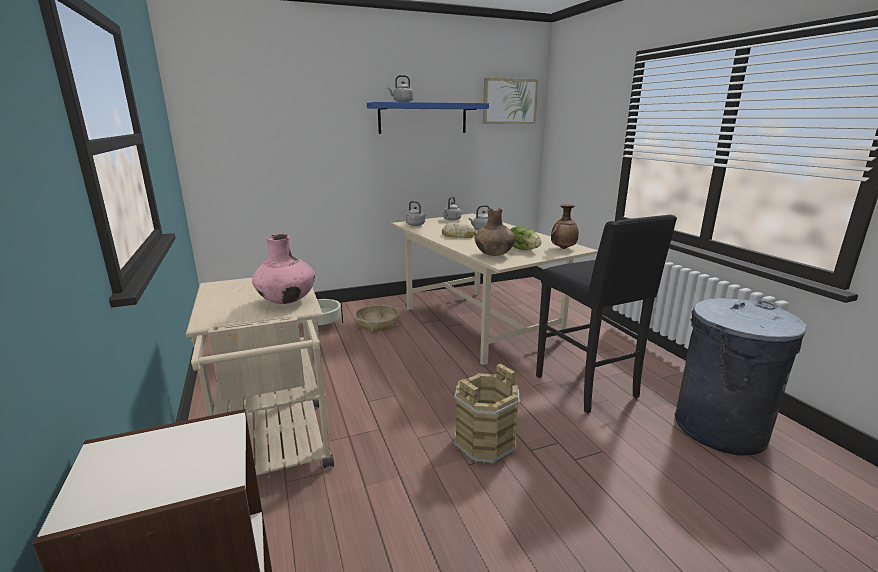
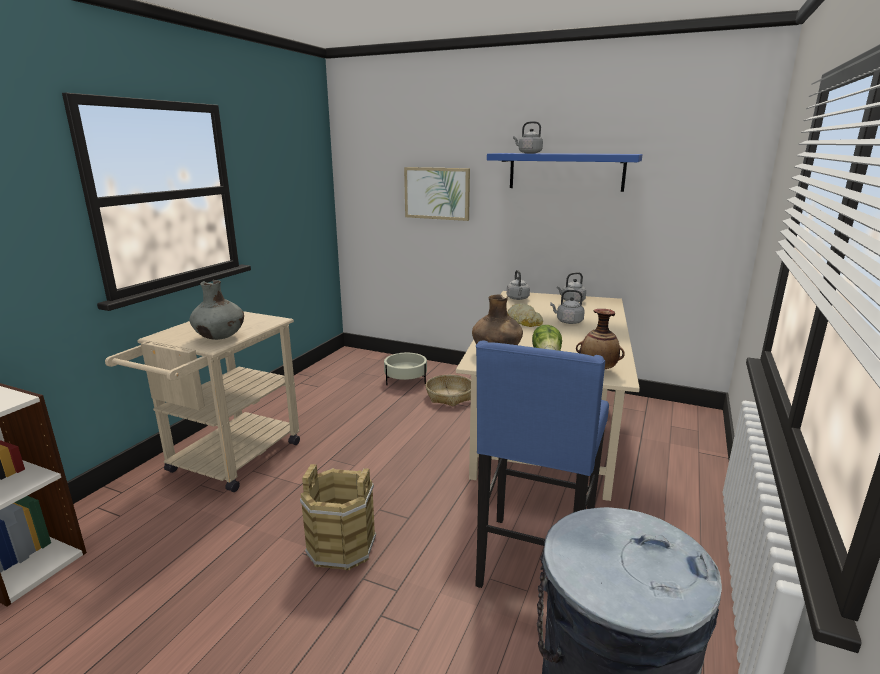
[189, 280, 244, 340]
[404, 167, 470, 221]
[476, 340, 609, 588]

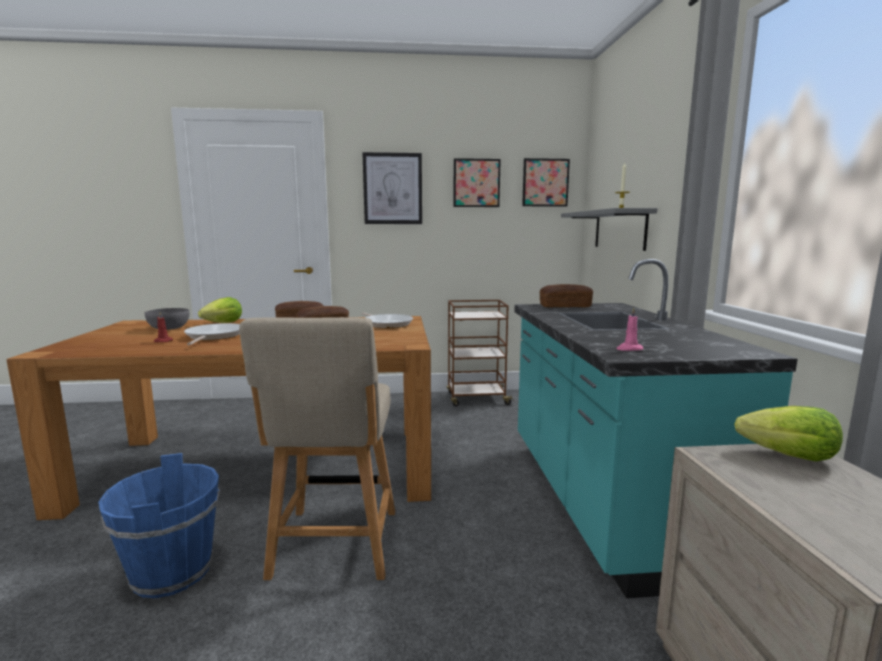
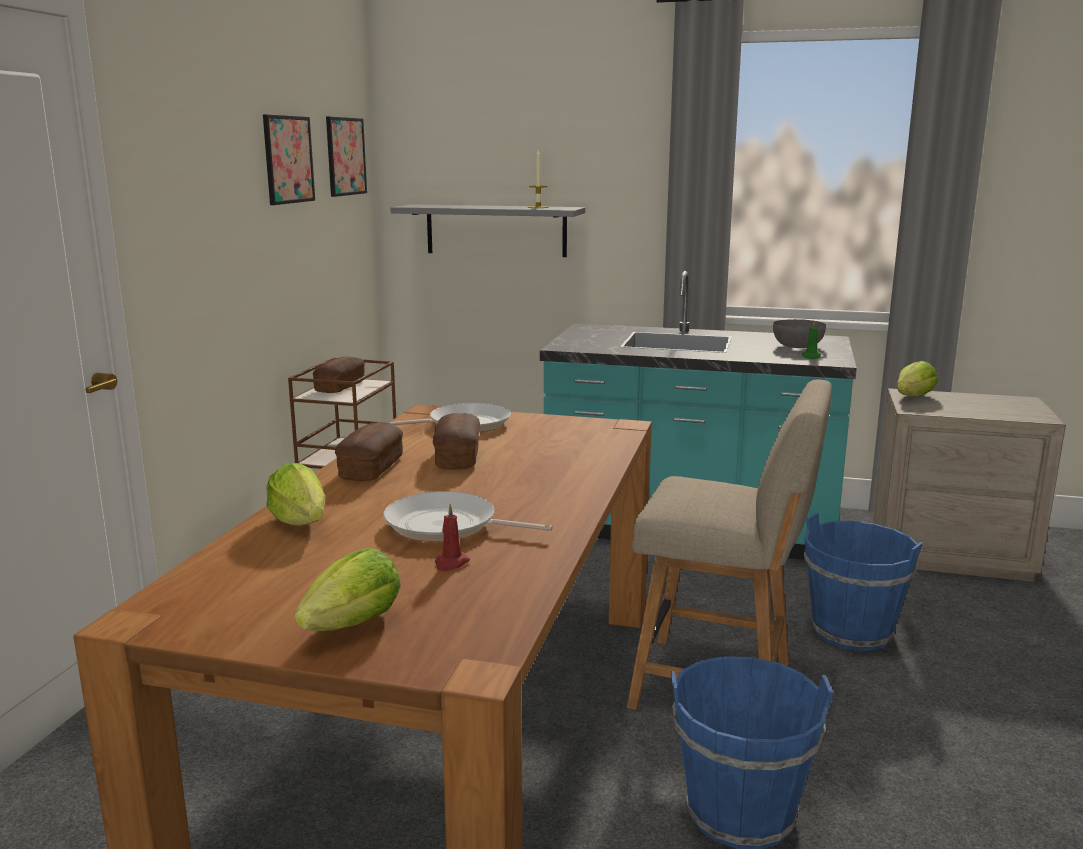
[295, 548, 401, 631]
[313, 357, 365, 393]
[773, 319, 826, 348]
[802, 320, 821, 359]
[804, 513, 923, 651]
[362, 152, 422, 224] (first image)

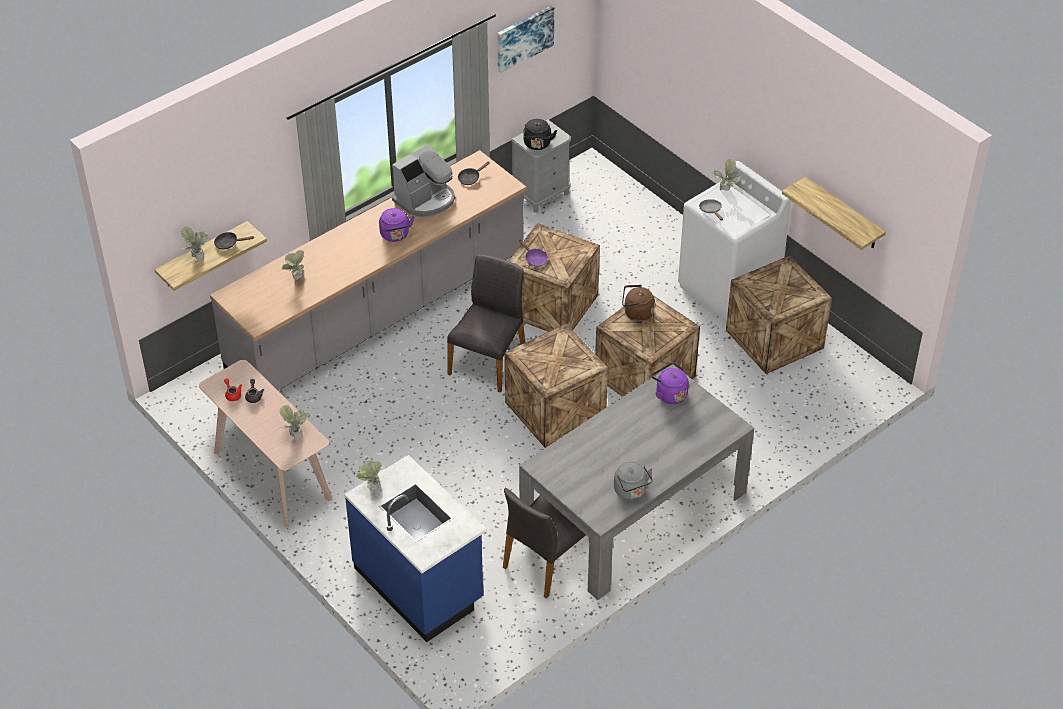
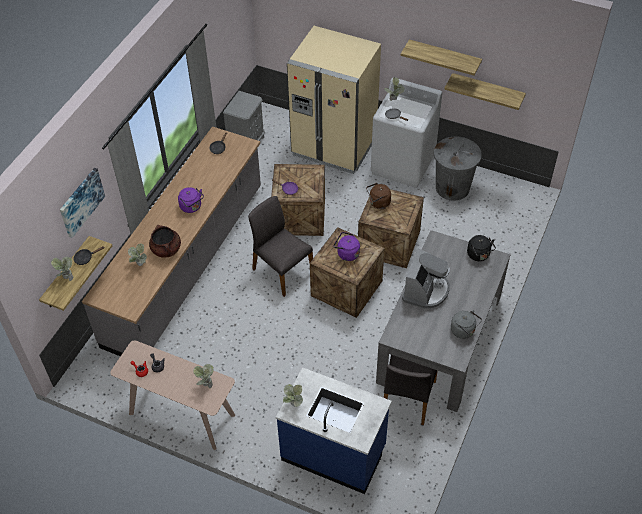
[60, 168, 105, 238]
[149, 225, 181, 258]
[248, 196, 313, 297]
[287, 26, 381, 174]
[334, 232, 360, 261]
[401, 39, 482, 75]
[402, 248, 450, 309]
[434, 136, 482, 201]
[467, 235, 496, 261]

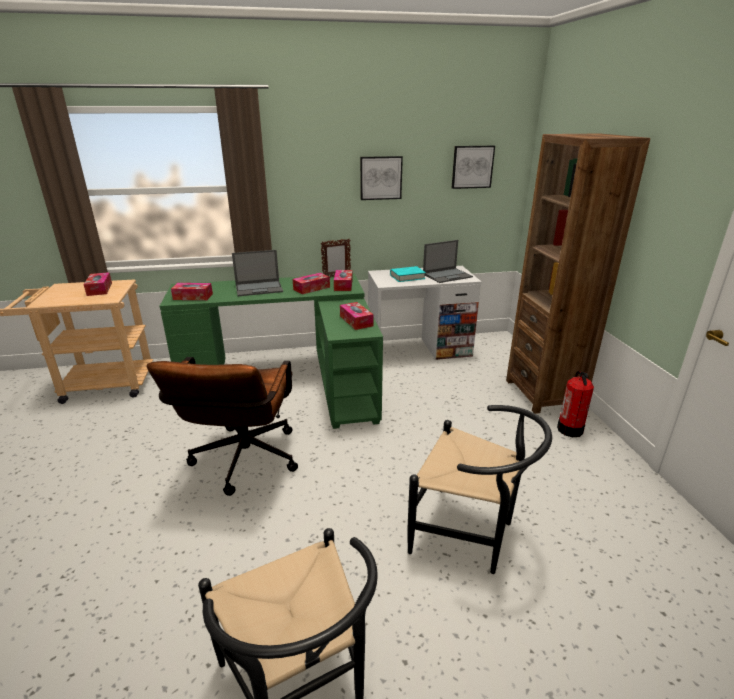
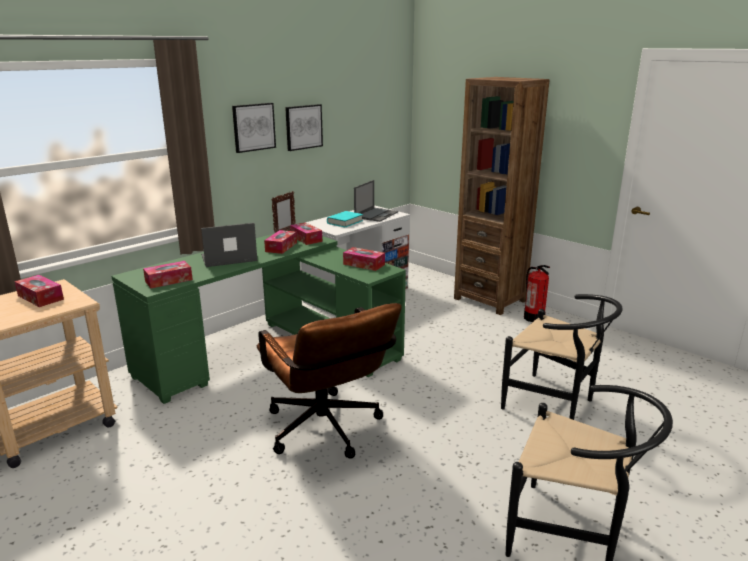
[201, 223, 257, 267]
[232, 103, 276, 153]
[501, 294, 623, 420]

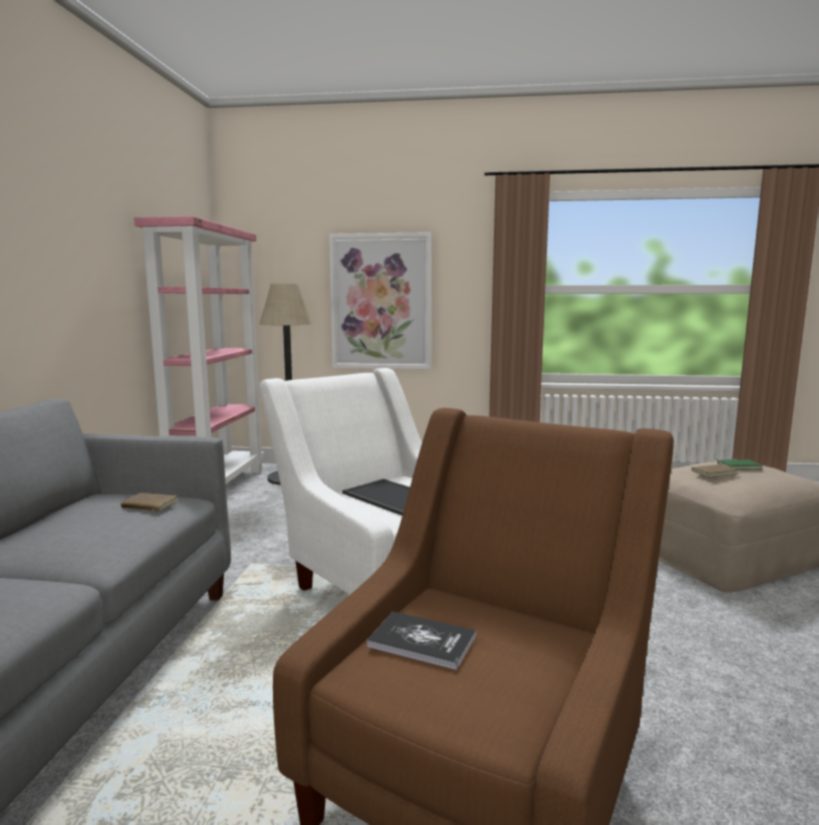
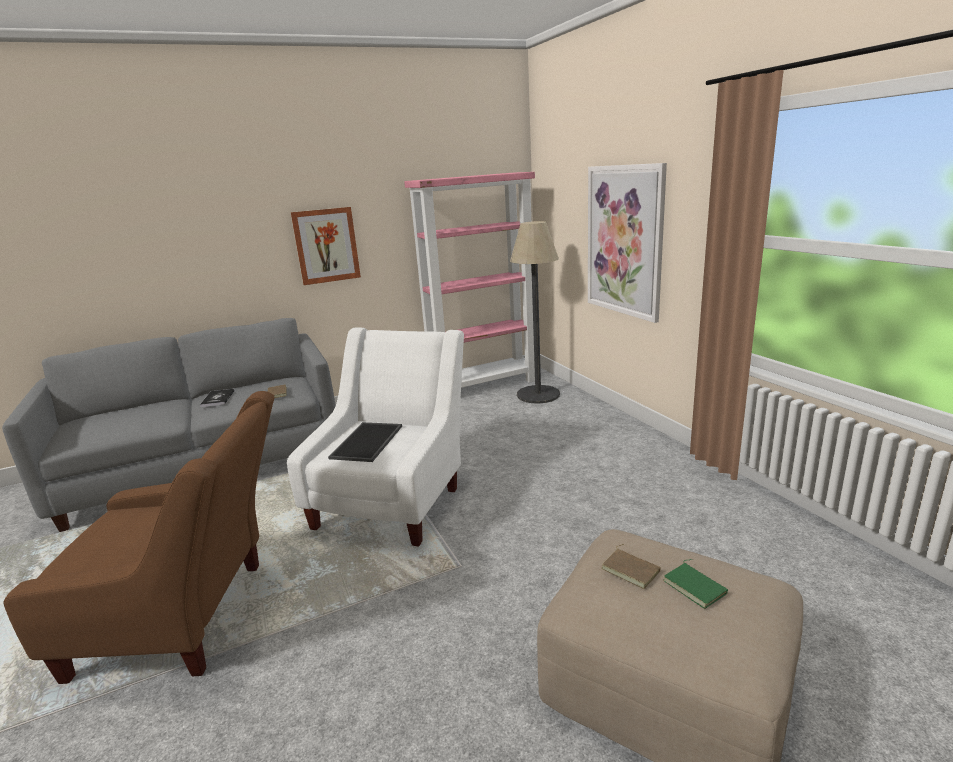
[200, 389, 235, 407]
[291, 207, 361, 285]

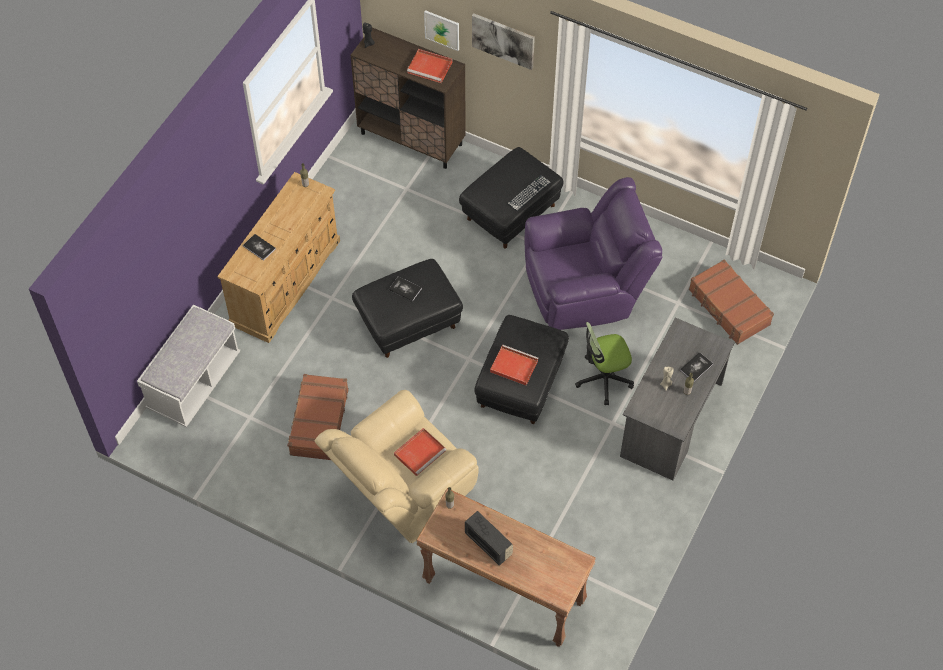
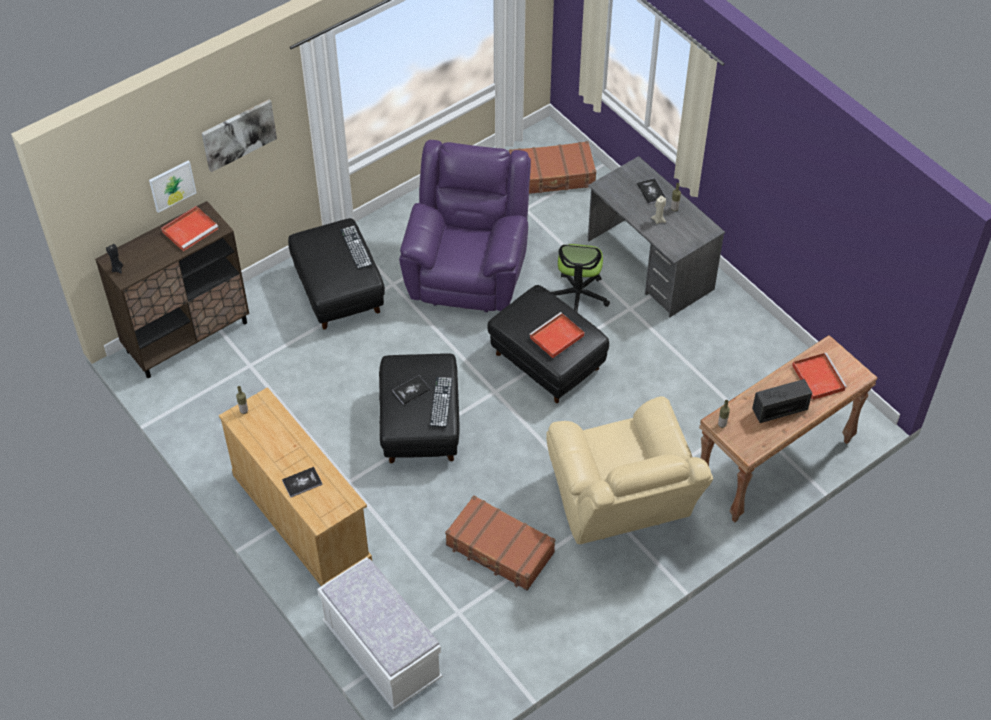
[430, 377, 452, 427]
[792, 353, 847, 400]

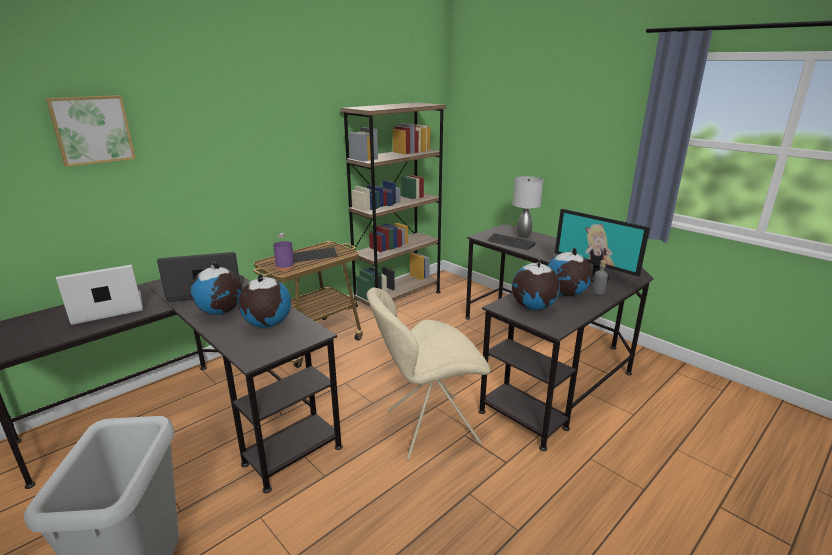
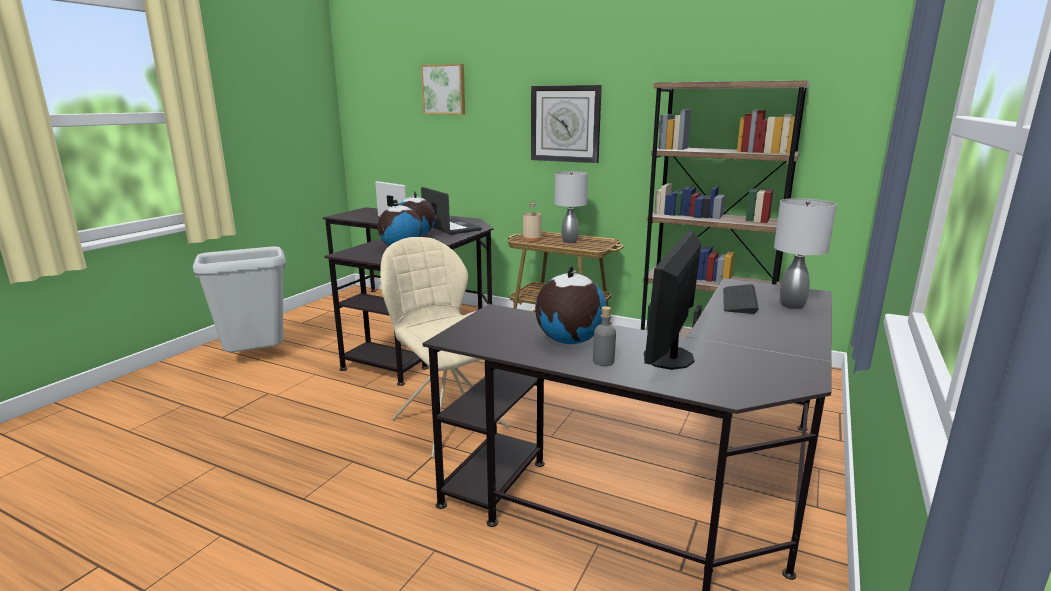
[523, 203, 542, 242]
[531, 85, 602, 163]
[554, 171, 588, 243]
[512, 259, 560, 310] (first image)

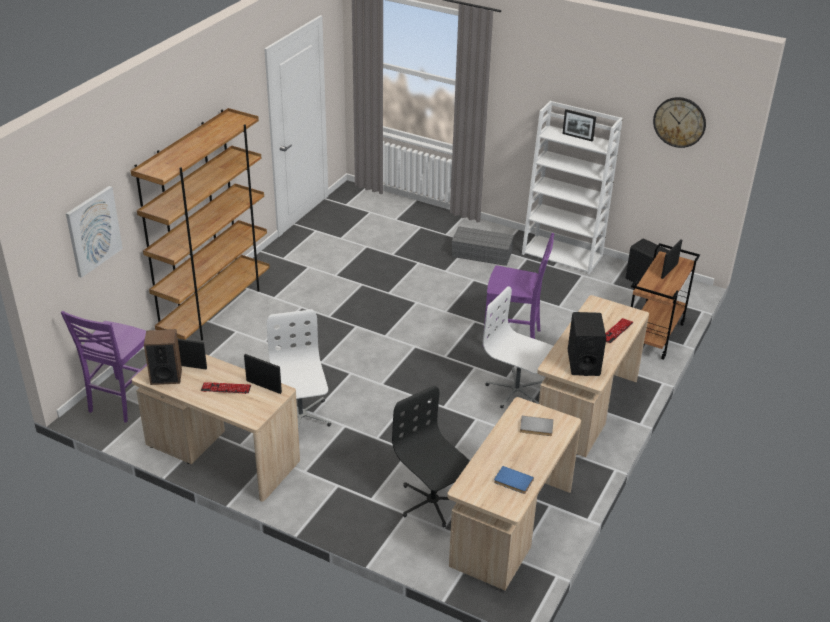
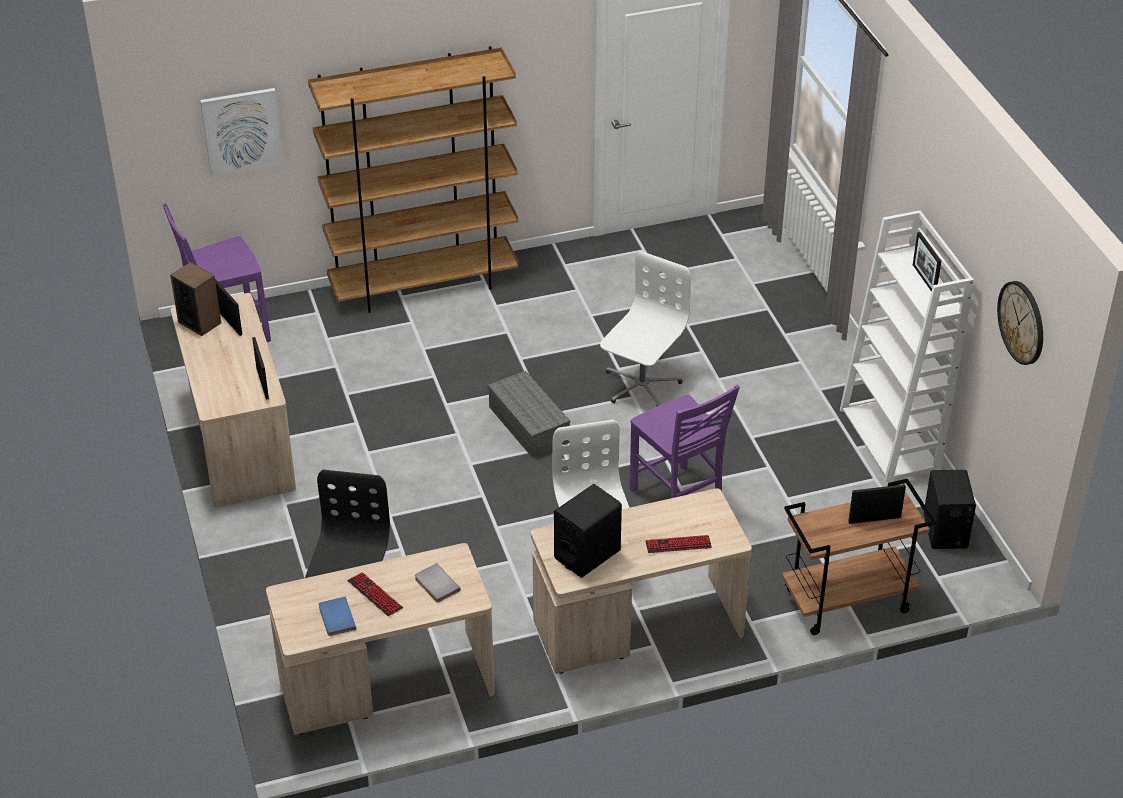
[347, 572, 403, 616]
[488, 371, 570, 457]
[600, 251, 691, 406]

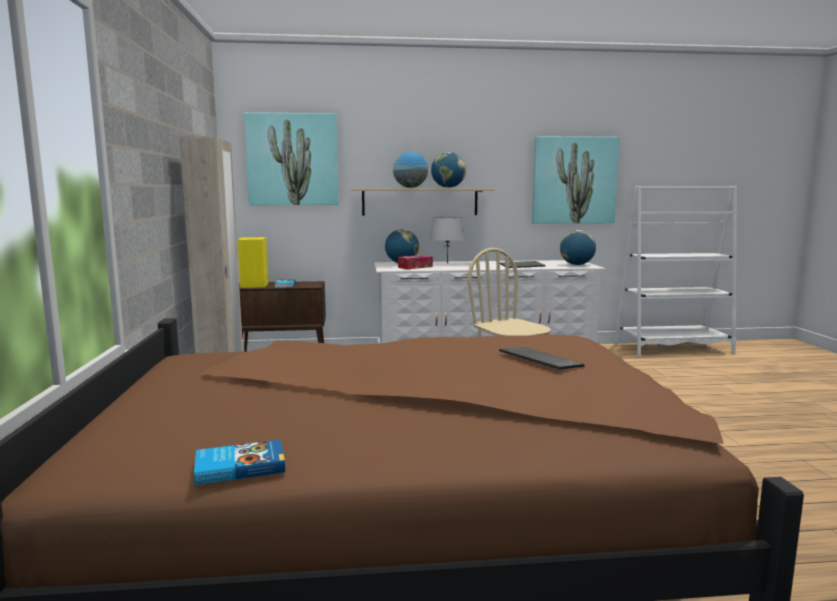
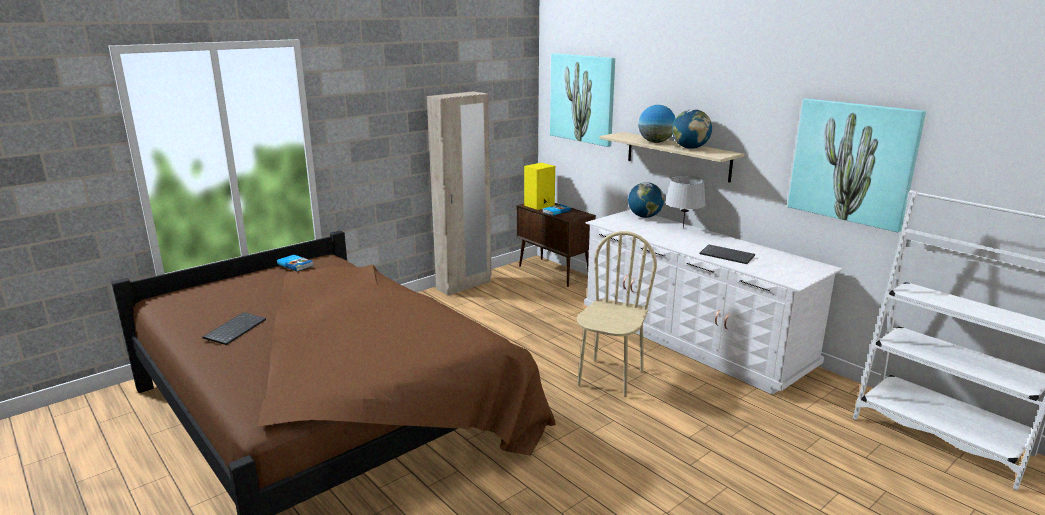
[203, 312, 266, 345]
[277, 255, 314, 271]
[398, 255, 433, 269] (first image)
[560, 230, 596, 265] (first image)

